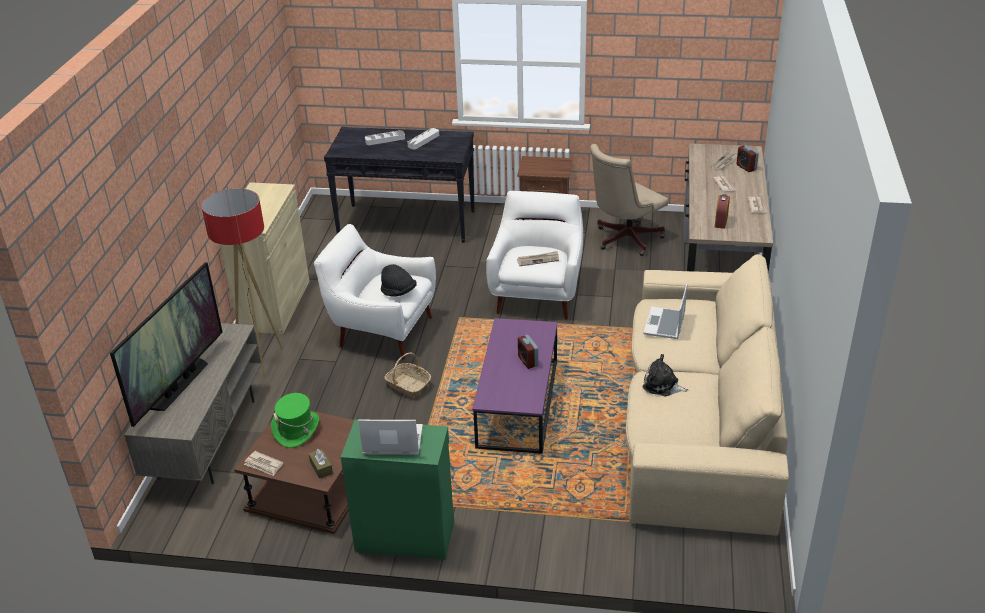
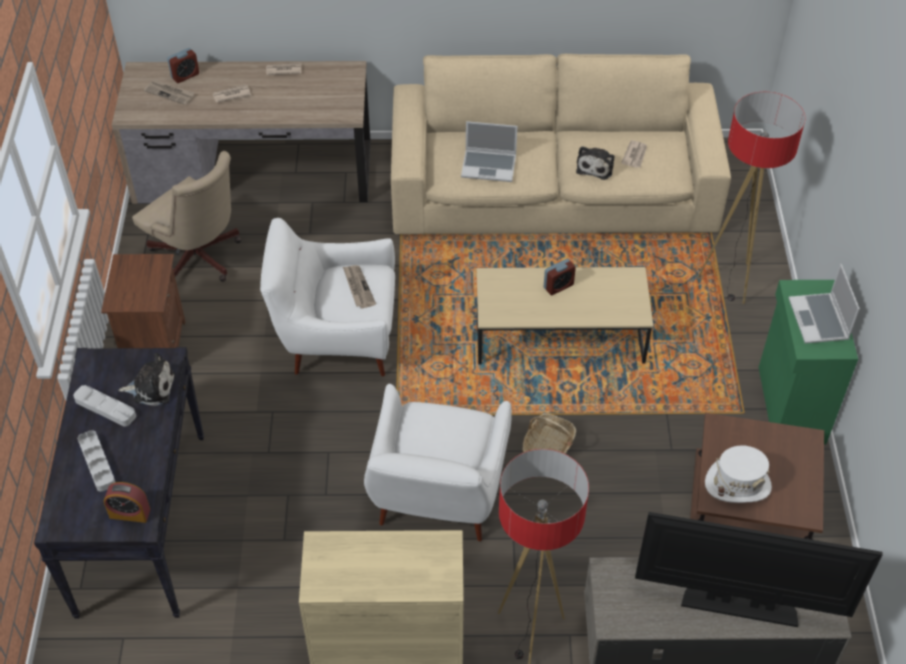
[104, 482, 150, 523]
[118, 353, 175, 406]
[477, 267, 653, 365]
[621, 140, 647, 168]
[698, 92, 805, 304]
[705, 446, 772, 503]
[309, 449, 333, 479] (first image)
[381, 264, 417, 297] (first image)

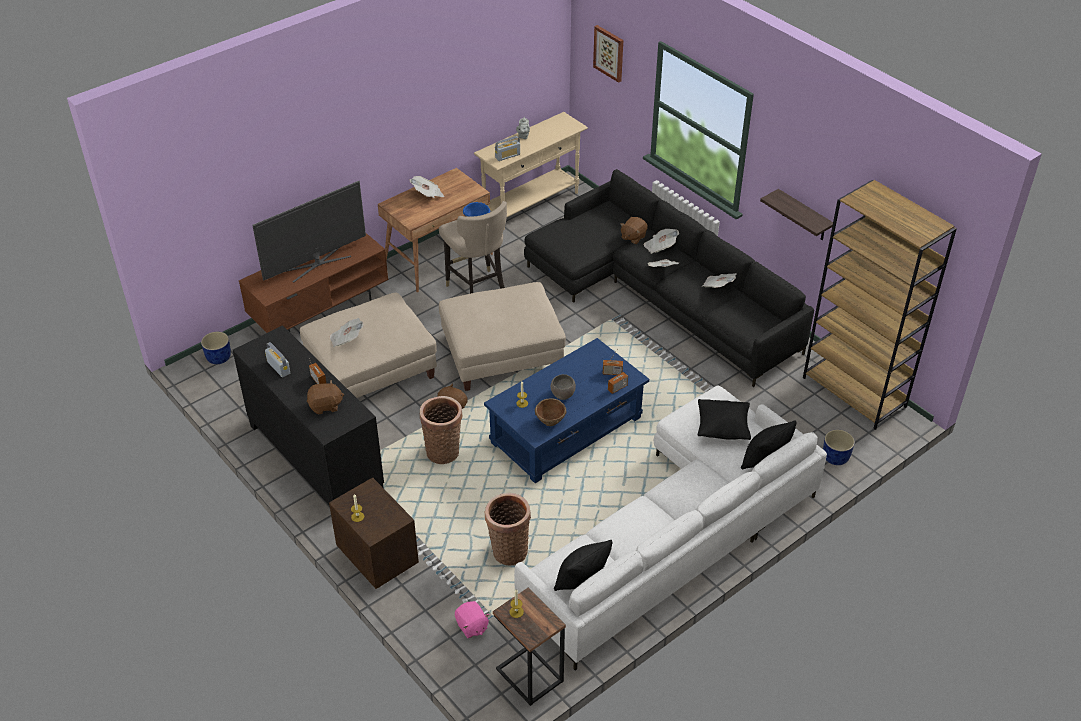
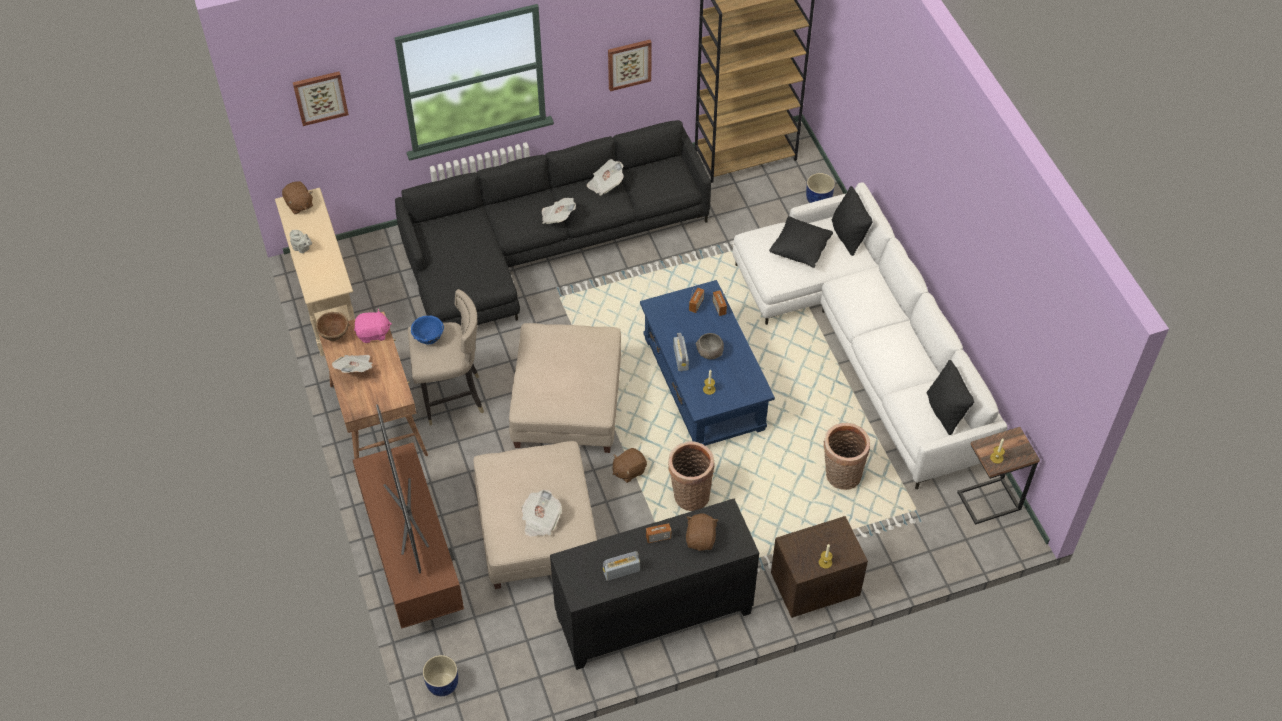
[282, 181, 313, 214]
[315, 312, 349, 341]
[354, 309, 392, 343]
[608, 40, 652, 91]
[674, 333, 689, 371]
[644, 229, 679, 254] (first image)

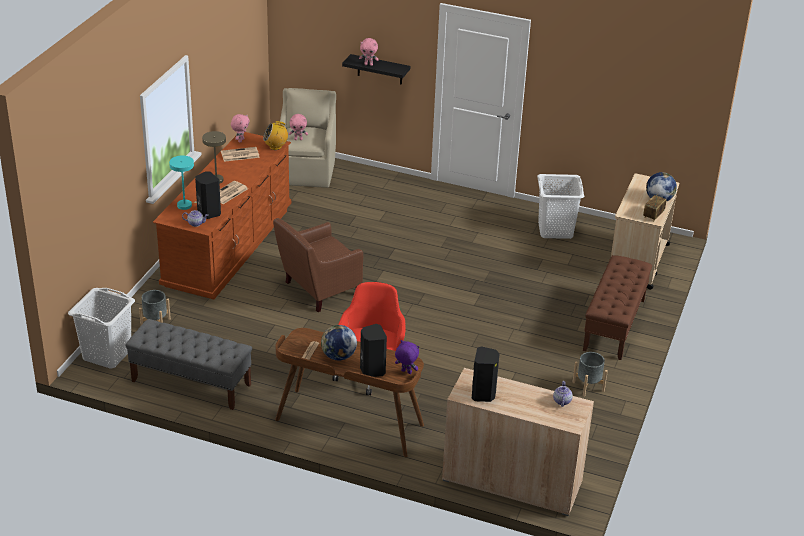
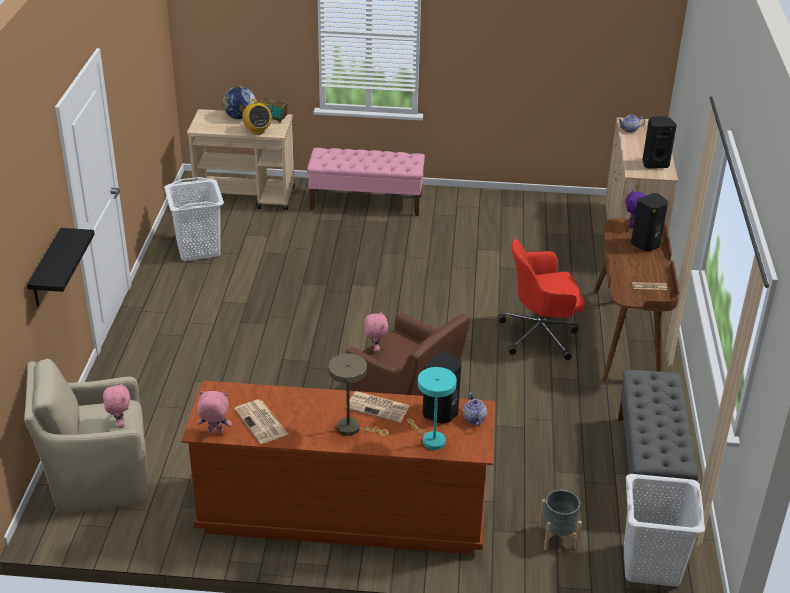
[242, 99, 272, 135]
[307, 148, 425, 216]
[364, 311, 388, 353]
[321, 325, 357, 360] (first image)
[572, 352, 608, 397] (first image)

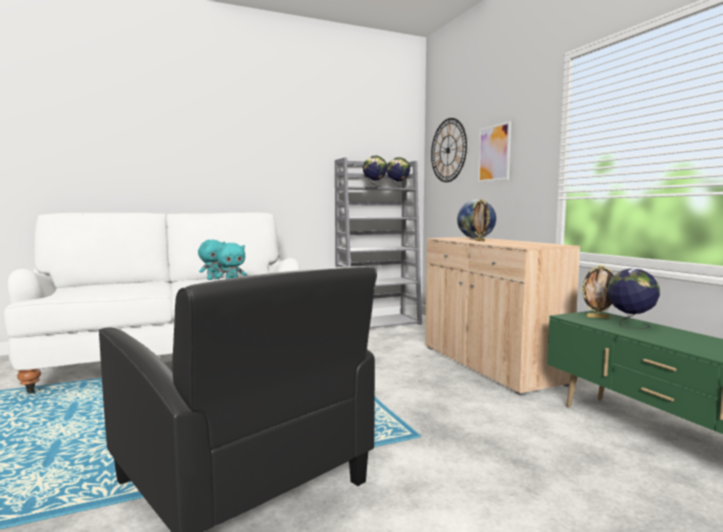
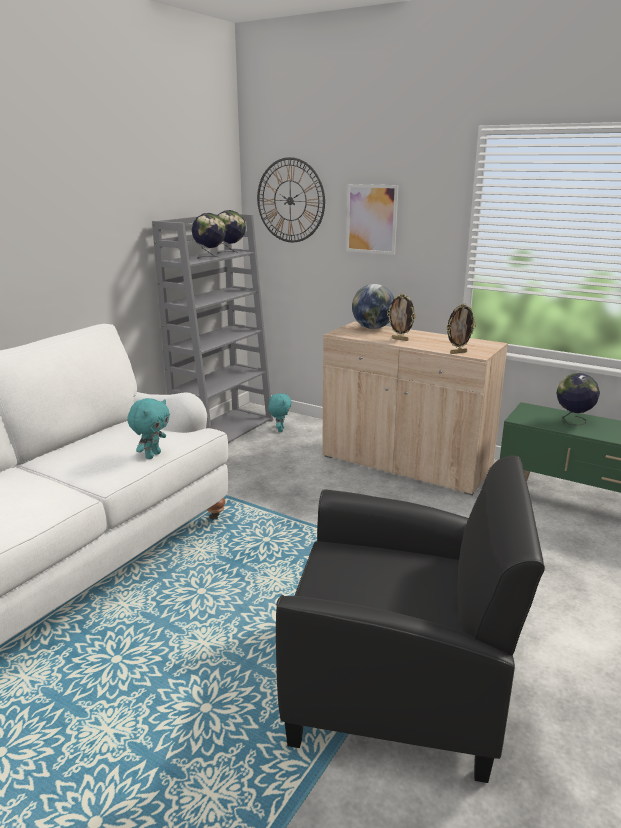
[268, 393, 292, 432]
[446, 303, 476, 354]

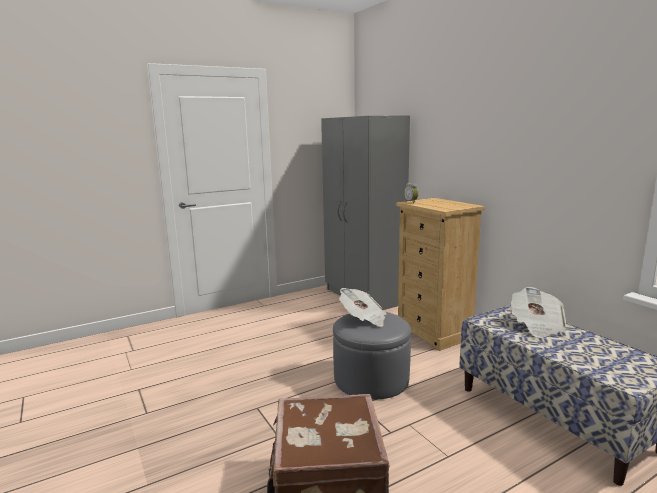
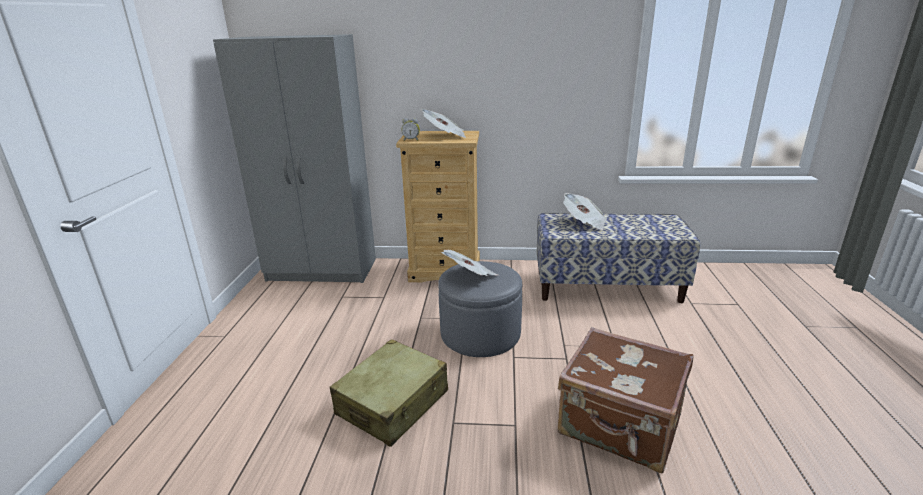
[330, 339, 448, 447]
[421, 109, 466, 138]

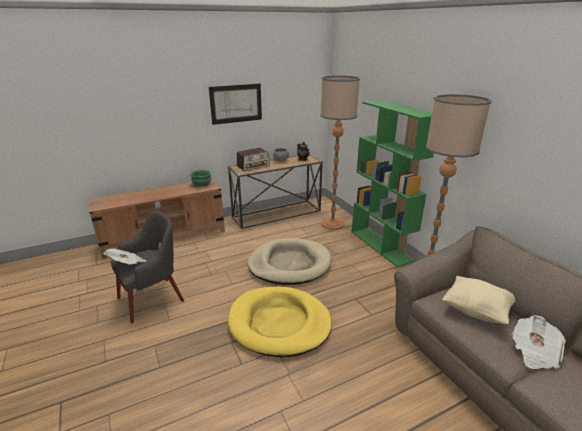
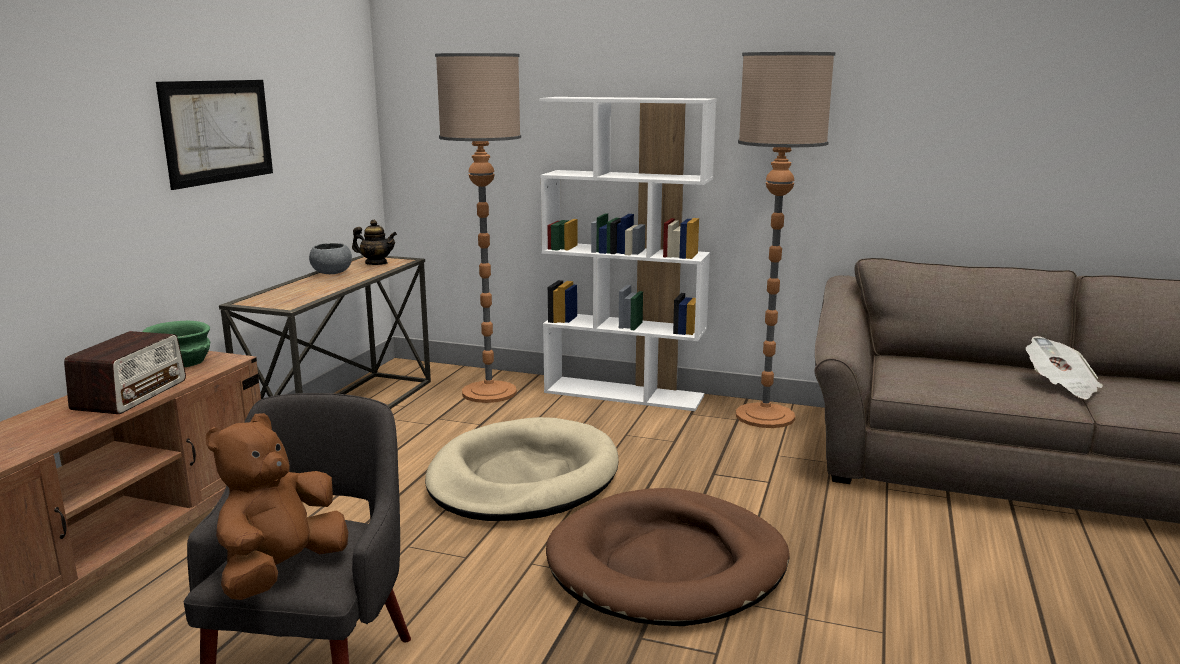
[64, 331, 186, 414]
[205, 413, 349, 600]
[539, 97, 716, 411]
[546, 488, 789, 626]
[442, 276, 515, 324] (first image)

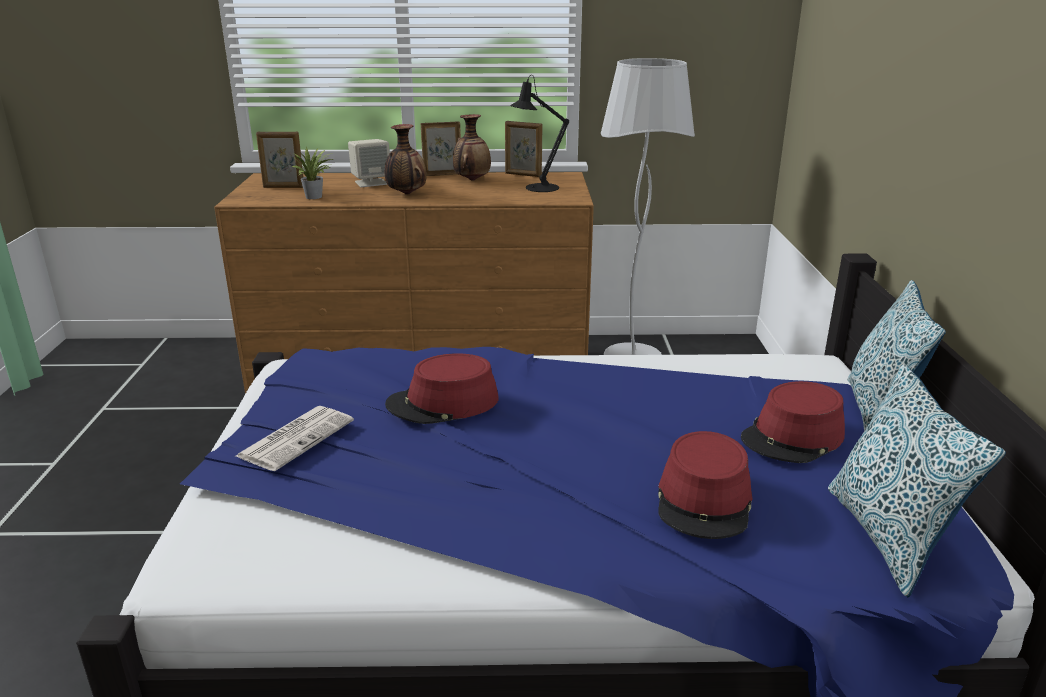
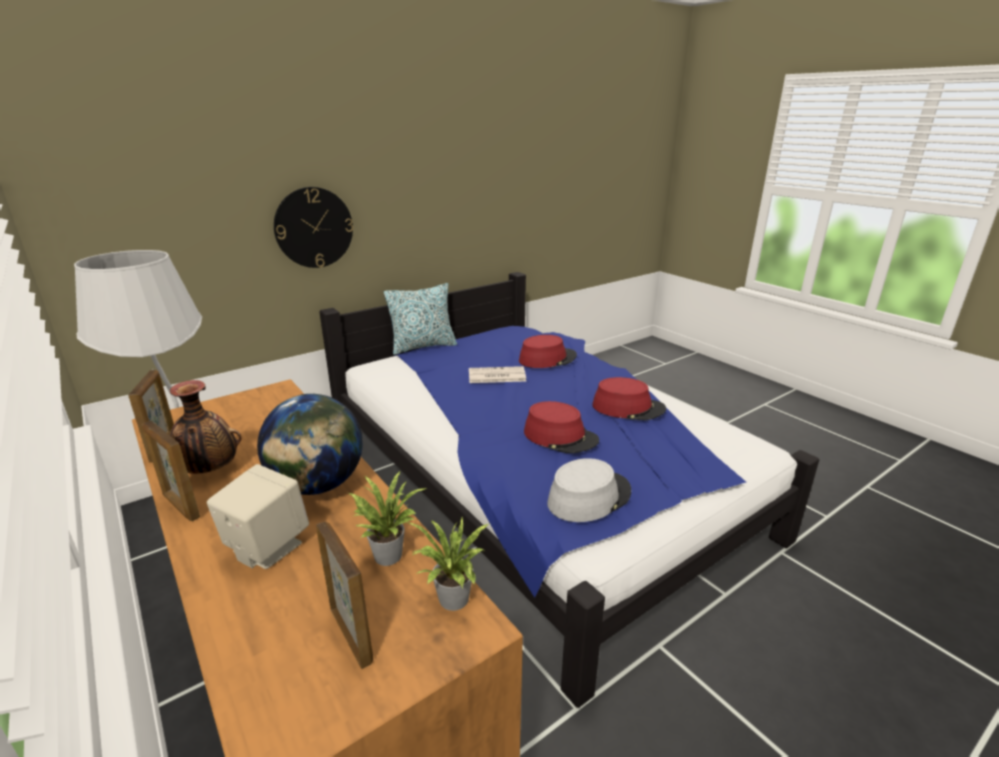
[257, 394, 363, 495]
[274, 187, 353, 268]
[407, 517, 489, 611]
[469, 366, 526, 383]
[547, 458, 631, 522]
[592, 377, 666, 420]
[510, 75, 569, 192] (first image)
[828, 365, 1006, 597] (first image)

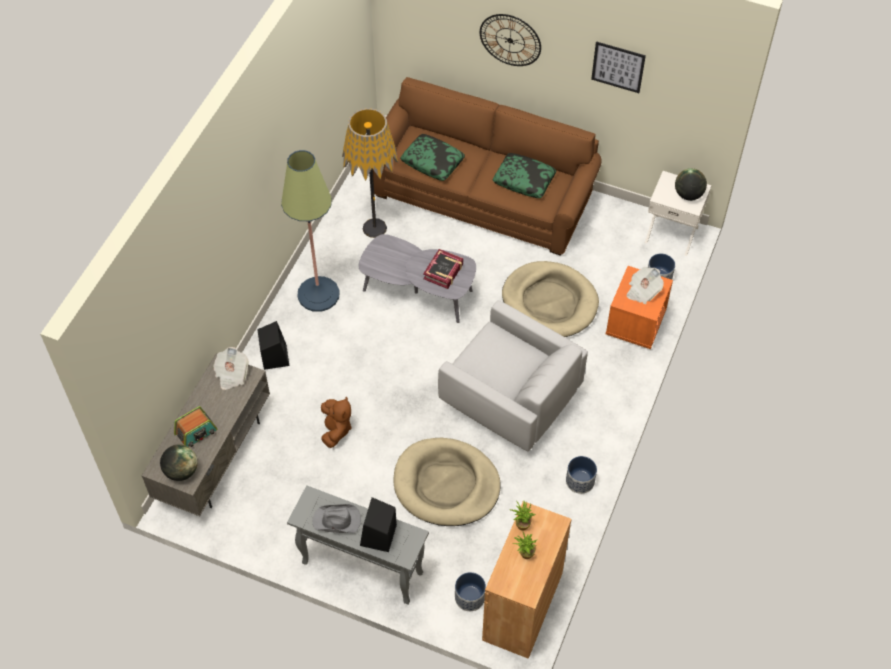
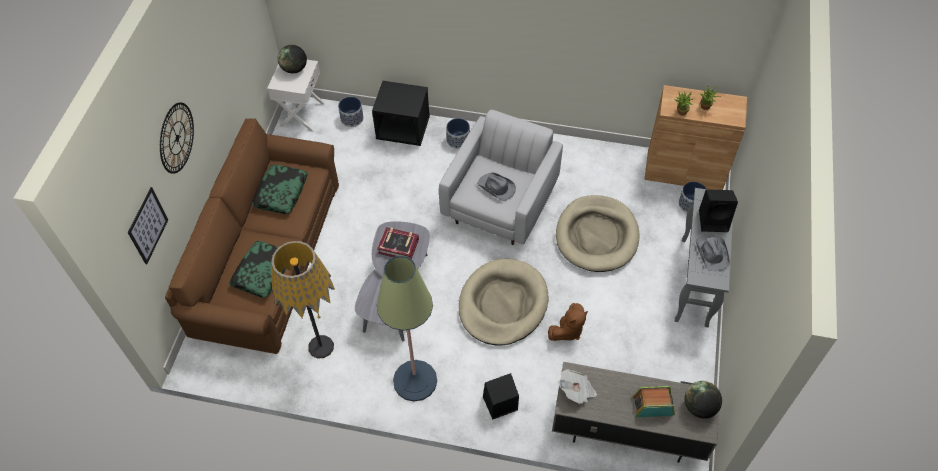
[128, 187, 168, 264]
[372, 81, 430, 146]
[446, 118, 470, 149]
[459, 259, 548, 346]
[477, 172, 516, 201]
[548, 303, 588, 341]
[632, 386, 675, 417]
[627, 267, 664, 304] (first image)

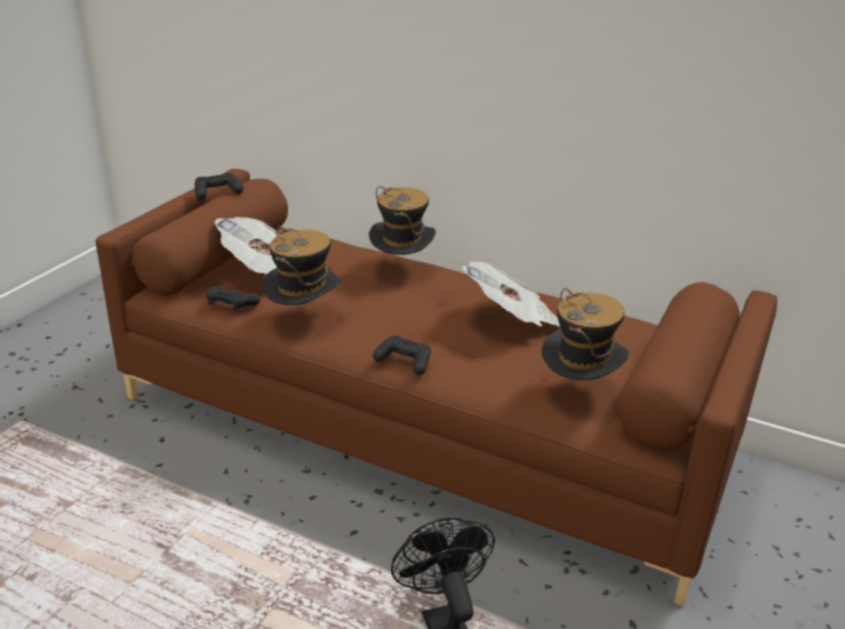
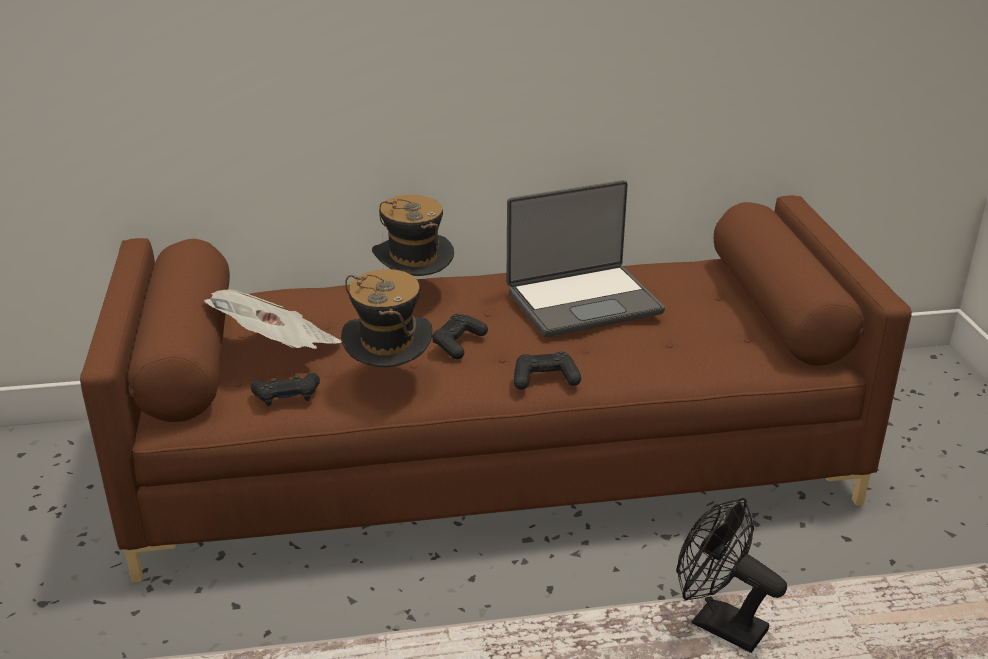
[432, 314, 488, 359]
[507, 180, 665, 337]
[541, 288, 629, 380] (first image)

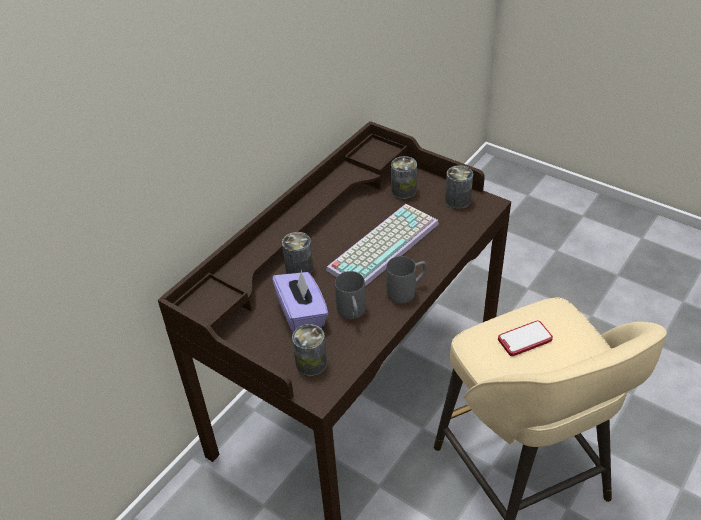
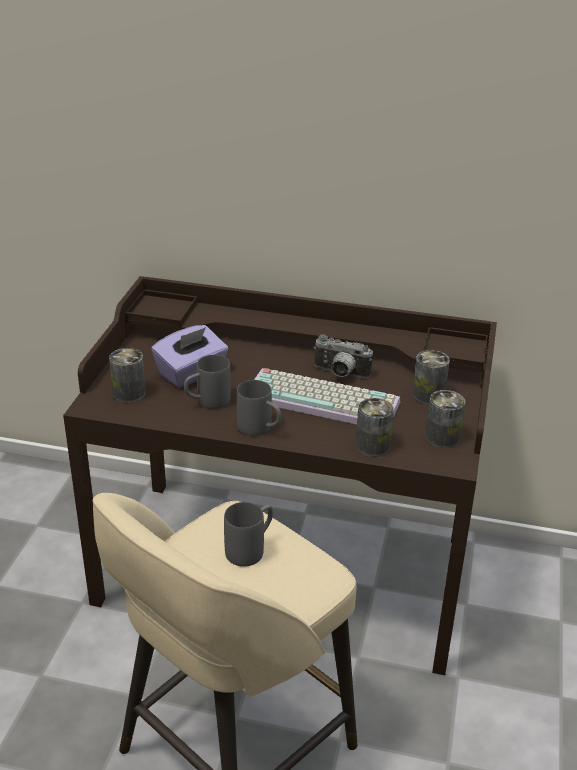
[224, 502, 273, 567]
[313, 334, 373, 378]
[356, 398, 394, 456]

